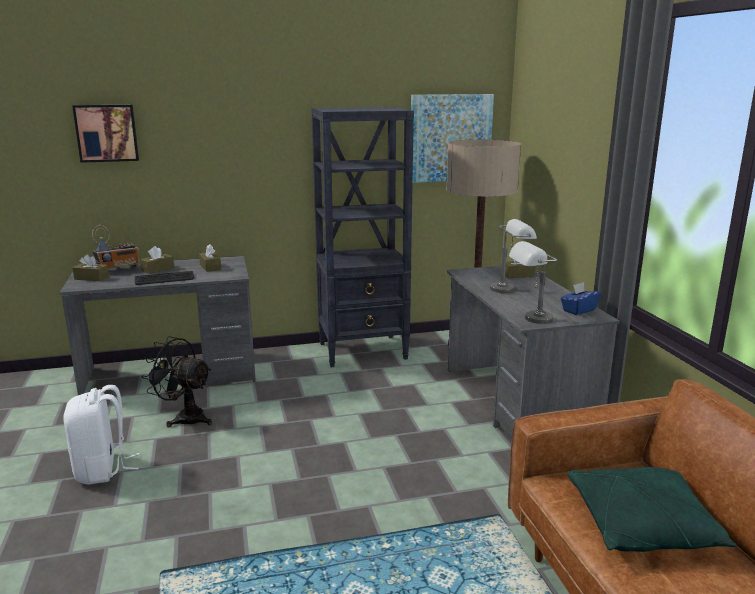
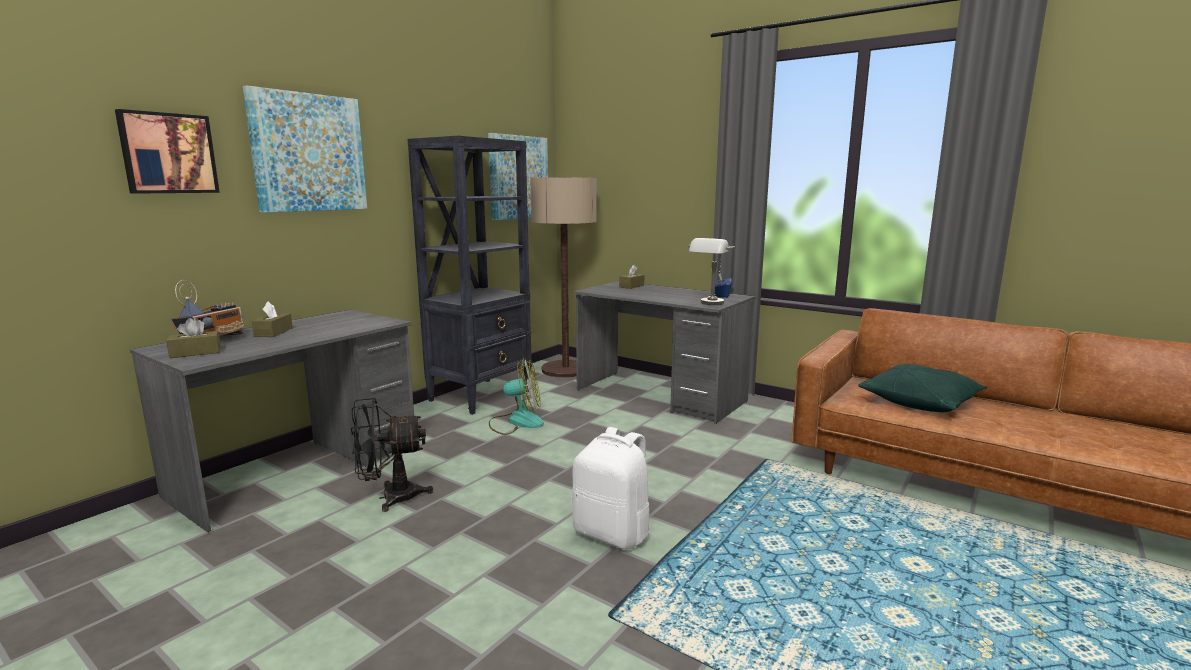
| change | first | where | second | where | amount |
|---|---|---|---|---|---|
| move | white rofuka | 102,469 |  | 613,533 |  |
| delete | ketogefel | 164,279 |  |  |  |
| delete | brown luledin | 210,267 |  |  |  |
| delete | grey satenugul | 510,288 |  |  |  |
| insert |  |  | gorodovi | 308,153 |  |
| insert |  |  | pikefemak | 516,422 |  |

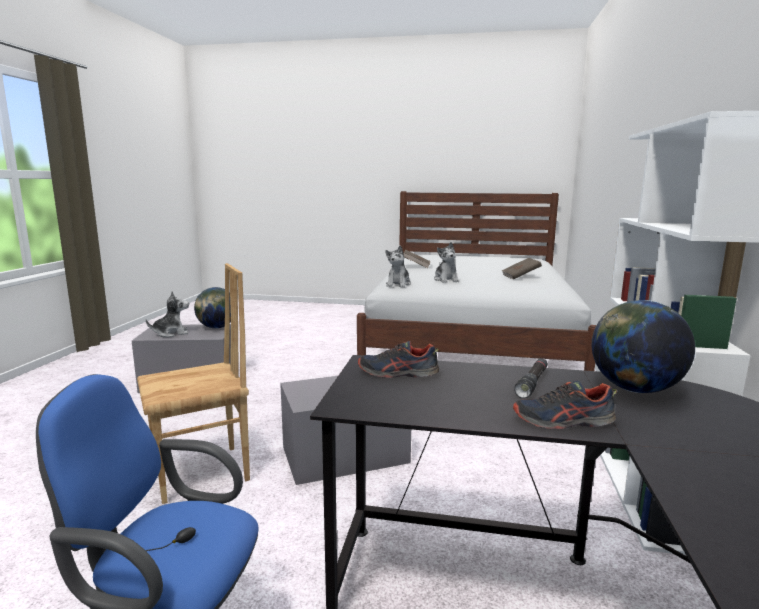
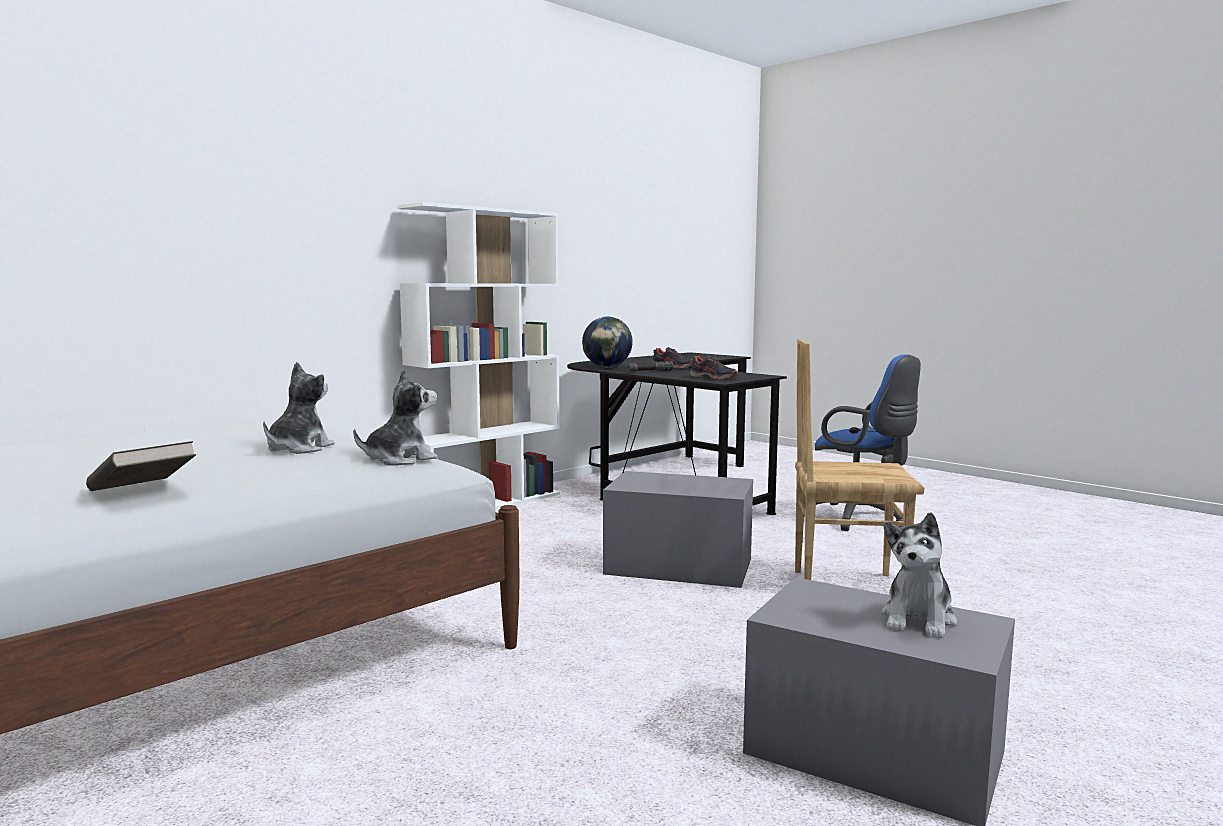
| change | first | where | second | where | amount |
|---|---|---|---|---|---|
| rotate | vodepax | 171,333 |  | 918,619 | 75 degrees counterclockwise |
| delete | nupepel | 217,327 |  |  |  |
| delete | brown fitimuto | 520,277 |  |  |  |

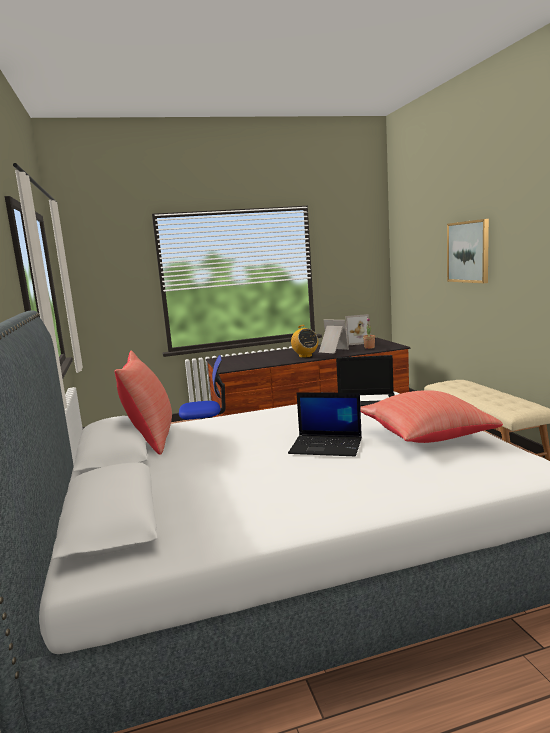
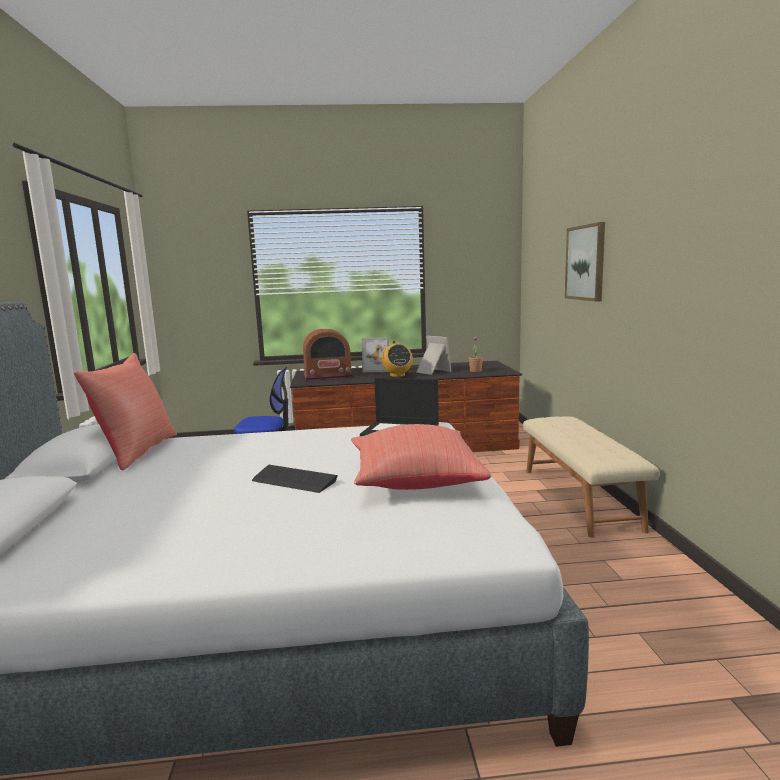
| change | first | where | second | where | amount |
|---|---|---|---|---|---|
| replace | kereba | 327,446 | ketogefel | 294,480 |  |
| move | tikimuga | 356,342 |  | 377,369 |  |
| insert |  |  | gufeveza | 327,375 |  |

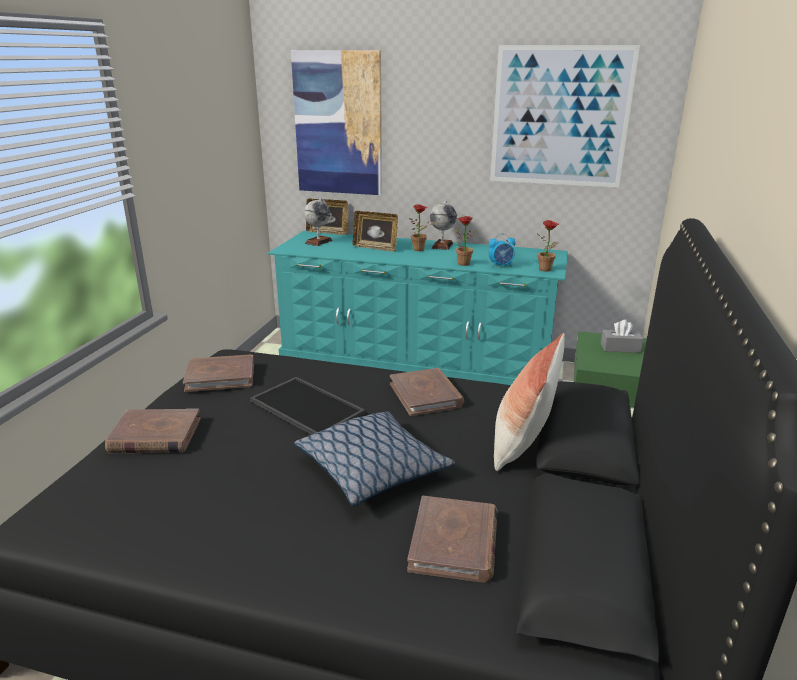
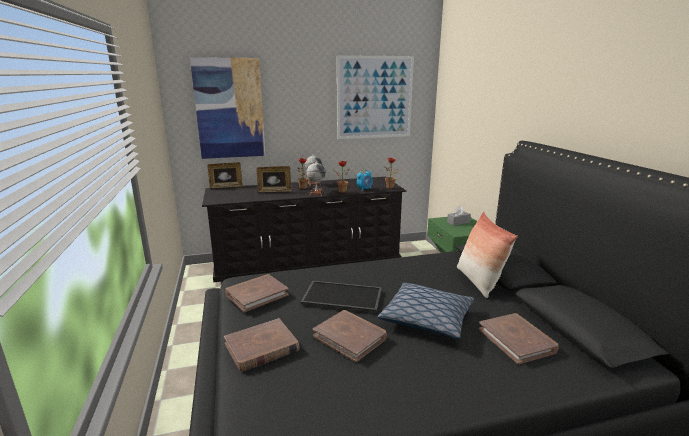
| change | first | where | second | where | amount |
|---|---|---|---|---|---|
| recolor | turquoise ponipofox | 416,362 | black ponipofox | 307,264 |  |
| move | nupepel | 318,242 |  | 316,193 |  |
| move | brown fitimuto | 426,395 |  | 350,337 |  |

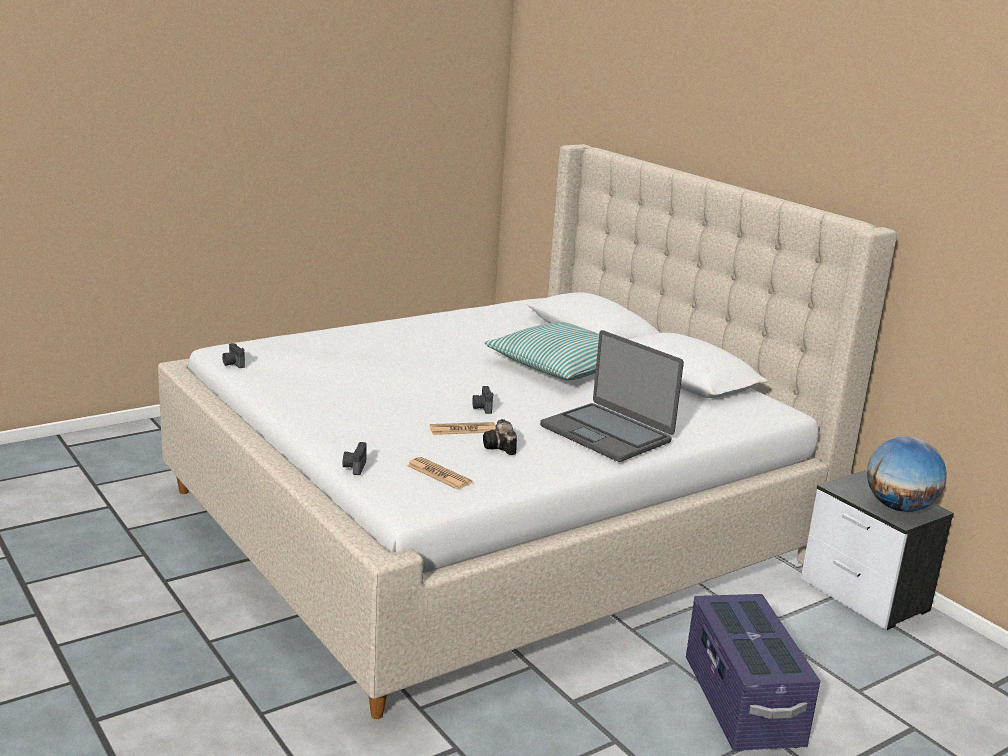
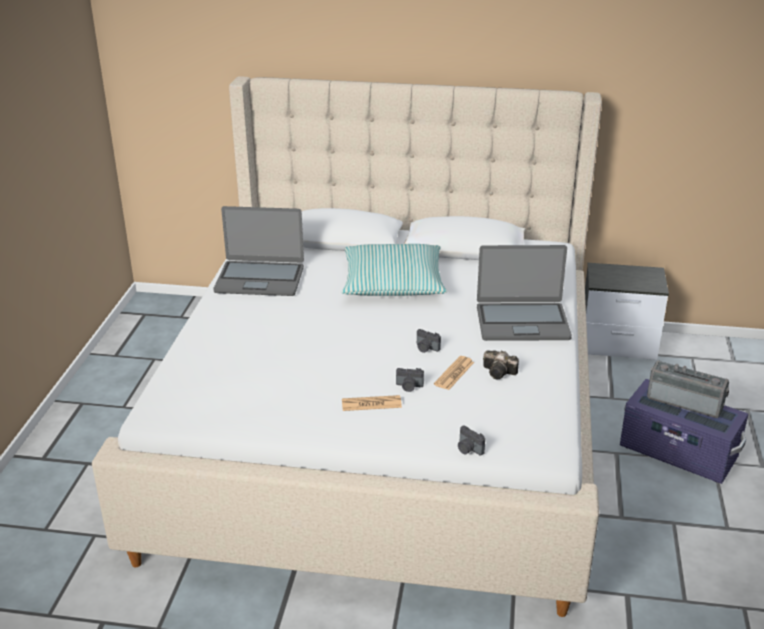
| change | first | where | second | where | amount |
|---|---|---|---|---|---|
| move | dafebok | 233,364 |  | 409,386 |  |
| move | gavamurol | 439,474 |  | 371,404 |  |
| delete | nupepel | 898,507 |  |  |  |
| insert |  |  | kereba | 260,279 |  |
| insert |  |  | gufeveza | 685,401 |  |

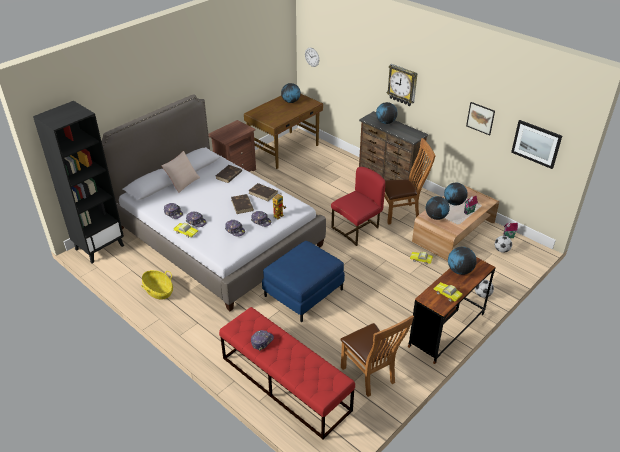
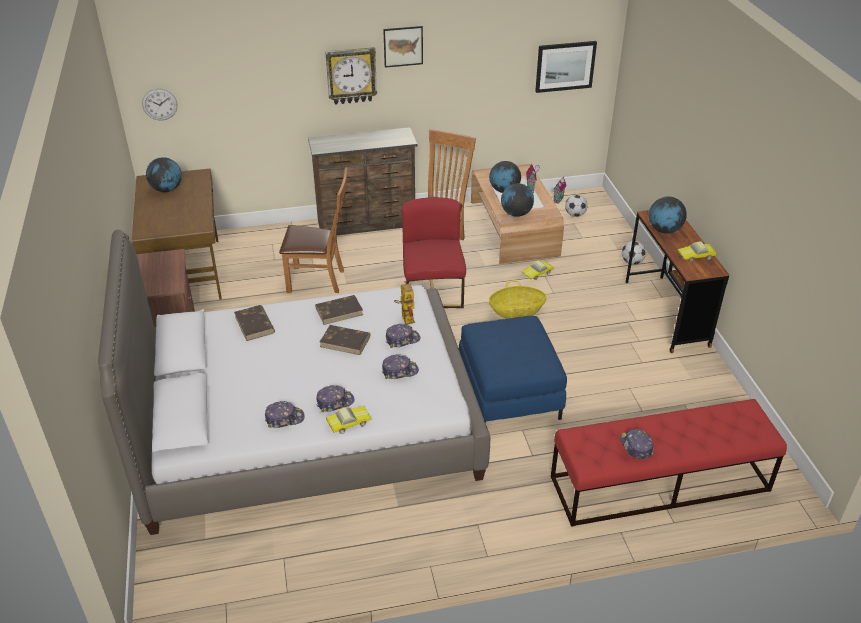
| change | first | where | second | where | amount |
|---|---|---|---|---|---|
| delete | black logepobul | 99,247 |  |  |  |
| move | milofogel | 159,291 |  | 516,311 |  |
| delete | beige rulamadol | 182,182 |  |  |  |
| move | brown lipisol | 370,376 |  | 320,280 |  |
| delete | nupepel | 385,122 |  |  |  |
| move | gorodovi | 480,118 |  | 403,46 |  |

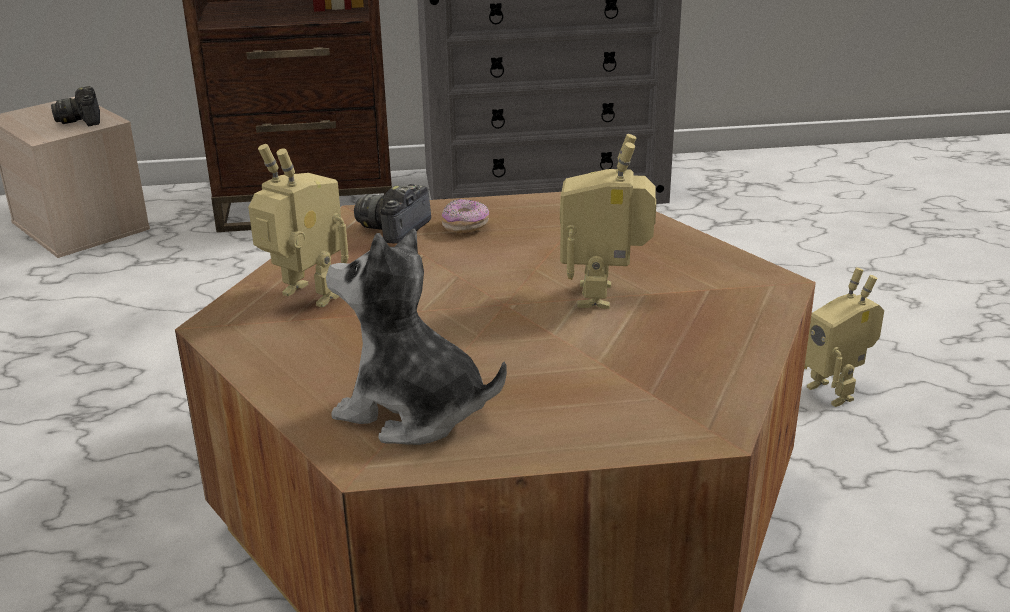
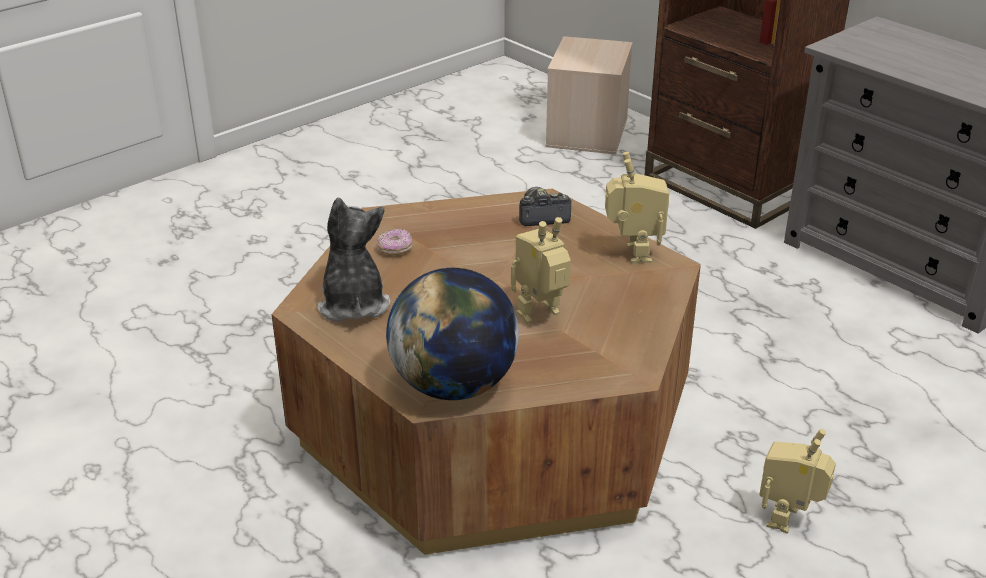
| change | first | where | second | where | amount |
|---|---|---|---|---|---|
| delete | dafebok | 82,120 |  |  |  |
| move | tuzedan | 305,299 |  | 632,254 |  |
| move | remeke | 465,227 |  | 395,250 |  |
| insert |  |  | nupepel | 454,385 |  |

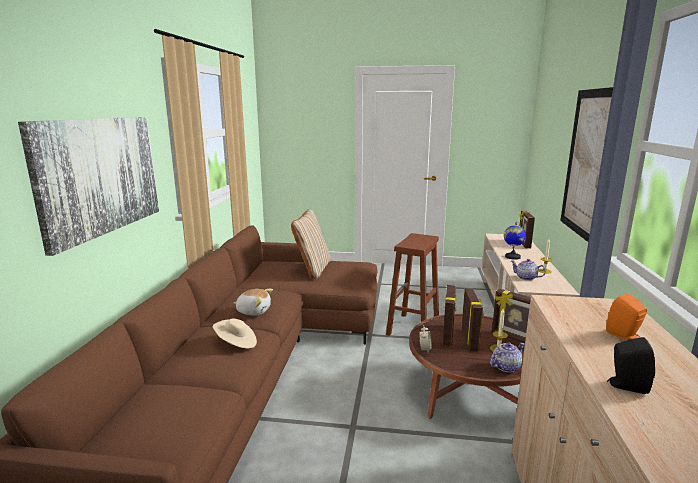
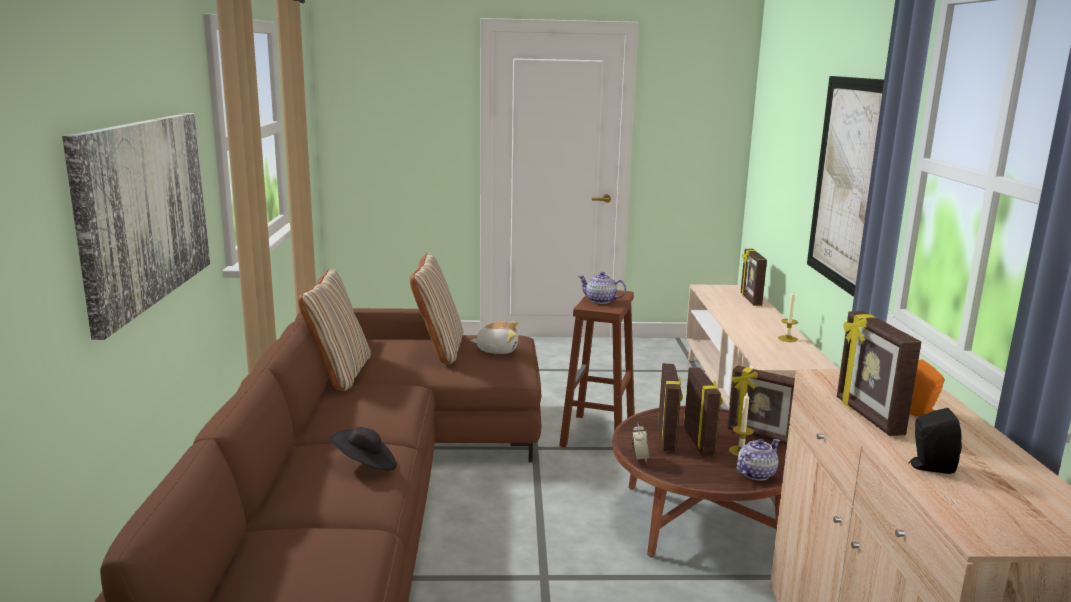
| change | first | where | second | where | amount |
|---|---|---|---|---|---|
| recolor | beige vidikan | 236,344 | black vidikan | 365,465 |  |
| move | vodepax | 254,311 |  | 497,350 |  |
| delete | nupepel | 512,257 |  |  |  |
| move | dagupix | 526,278 |  | 601,301 |  |
| insert |  |  | beige rulamadol | 339,373 |  |
| insert |  |  | tikimuga | 867,416 |  |

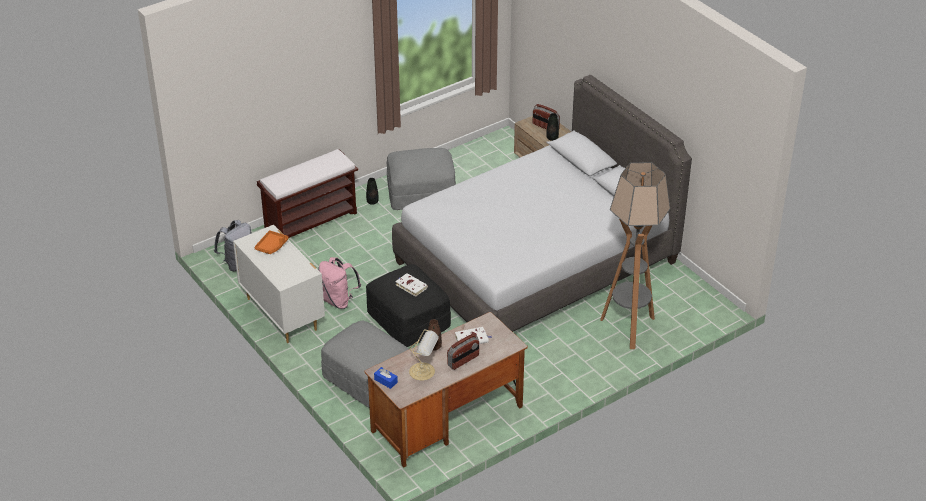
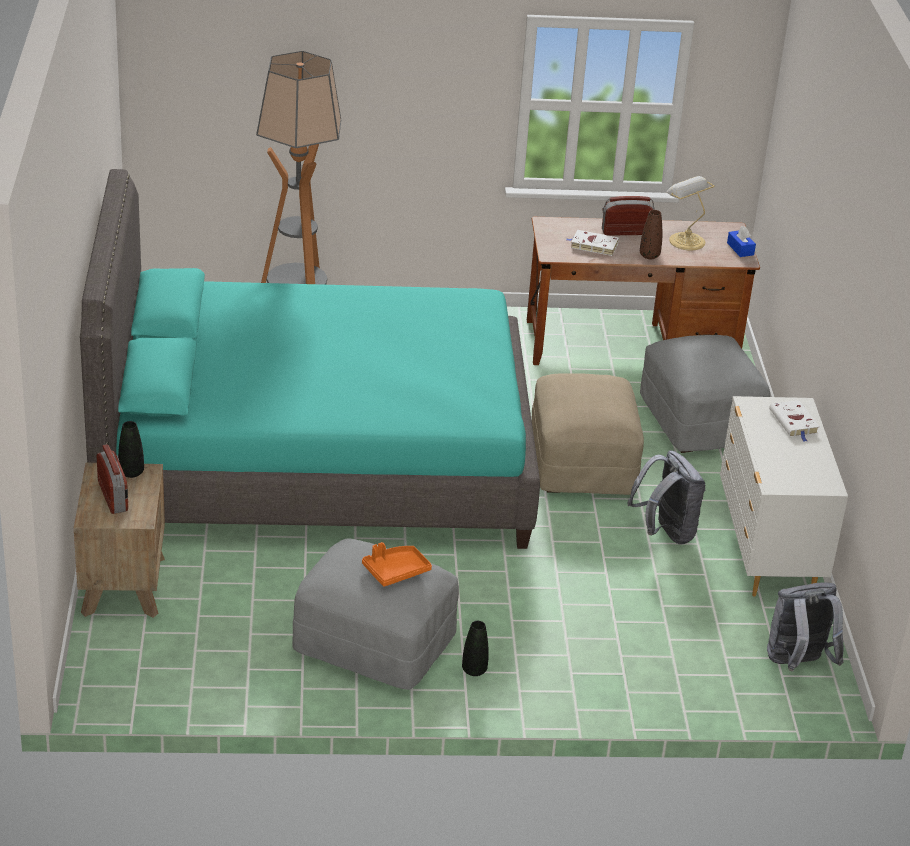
| change | first | where | second | where | amount |
|---|---|---|---|---|---|
| move | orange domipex | 272,246 |  | 395,571 |  |
| delete | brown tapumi | 311,220 |  |  |  |
| recolor | pink rofuka | 338,301 | grey rofuka | 665,533 |  |
| recolor | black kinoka | 409,321 | beige kinoka | 581,463 |  |
| recolor | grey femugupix | 536,262 | turquoise femugupix | 314,458 |  |
| move | white fitimuto | 410,286 |  | 794,423 |  |

